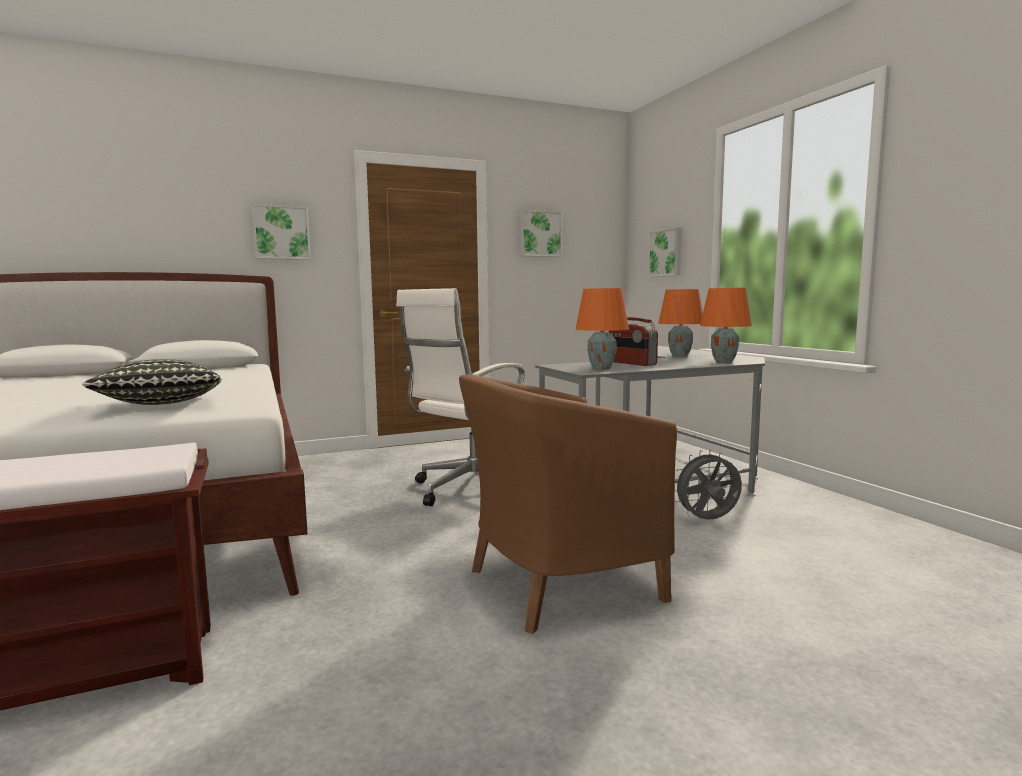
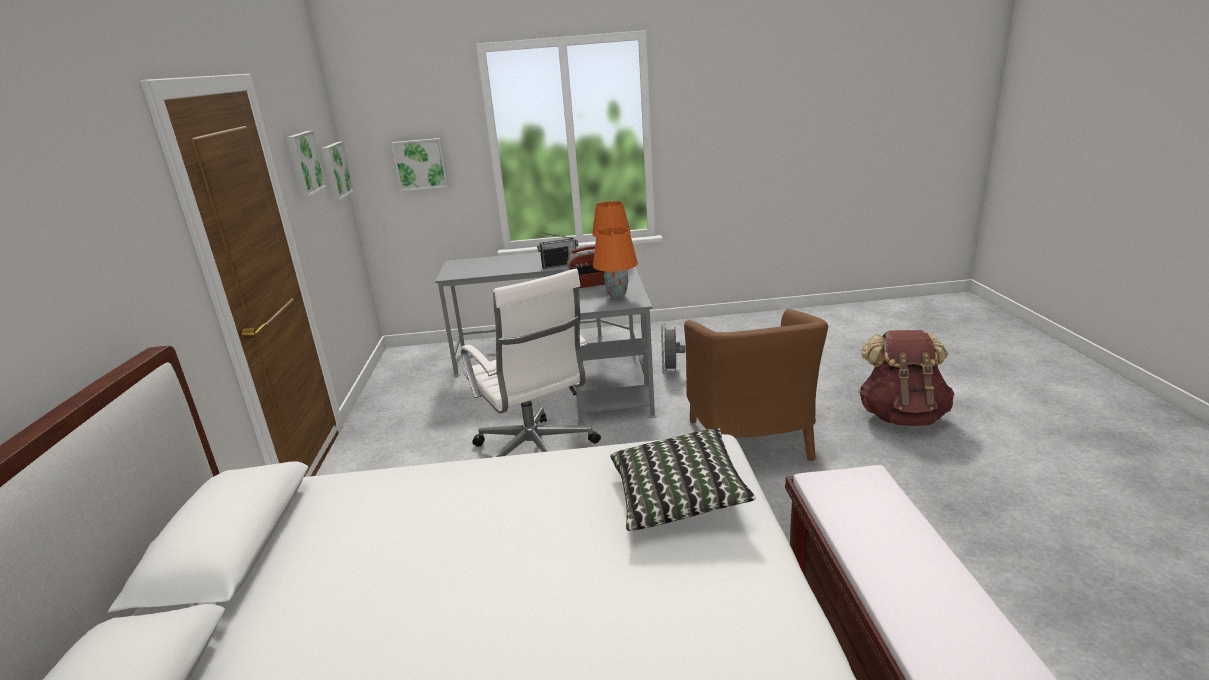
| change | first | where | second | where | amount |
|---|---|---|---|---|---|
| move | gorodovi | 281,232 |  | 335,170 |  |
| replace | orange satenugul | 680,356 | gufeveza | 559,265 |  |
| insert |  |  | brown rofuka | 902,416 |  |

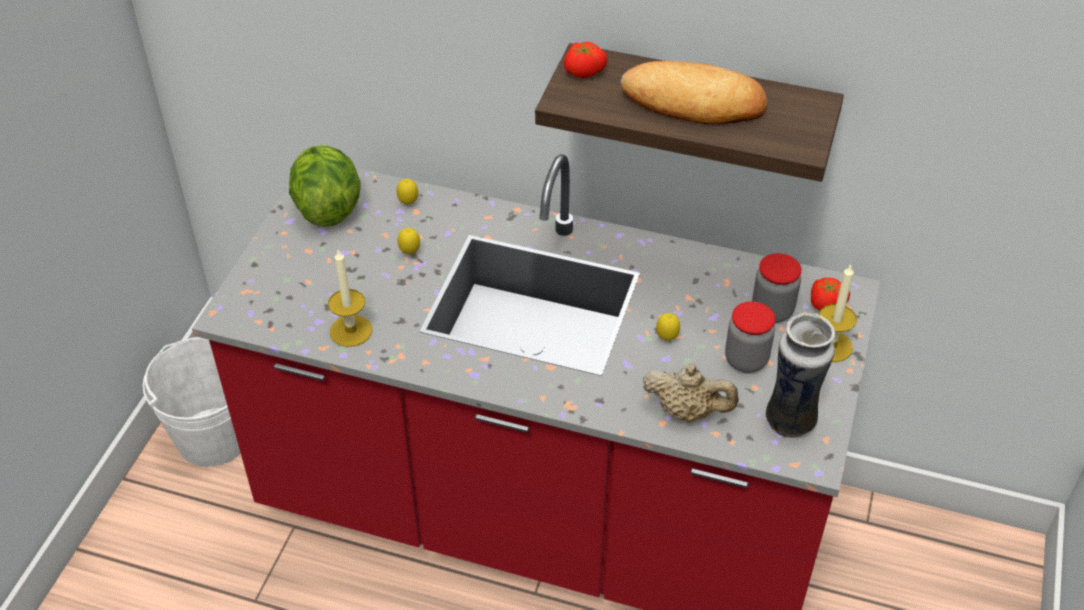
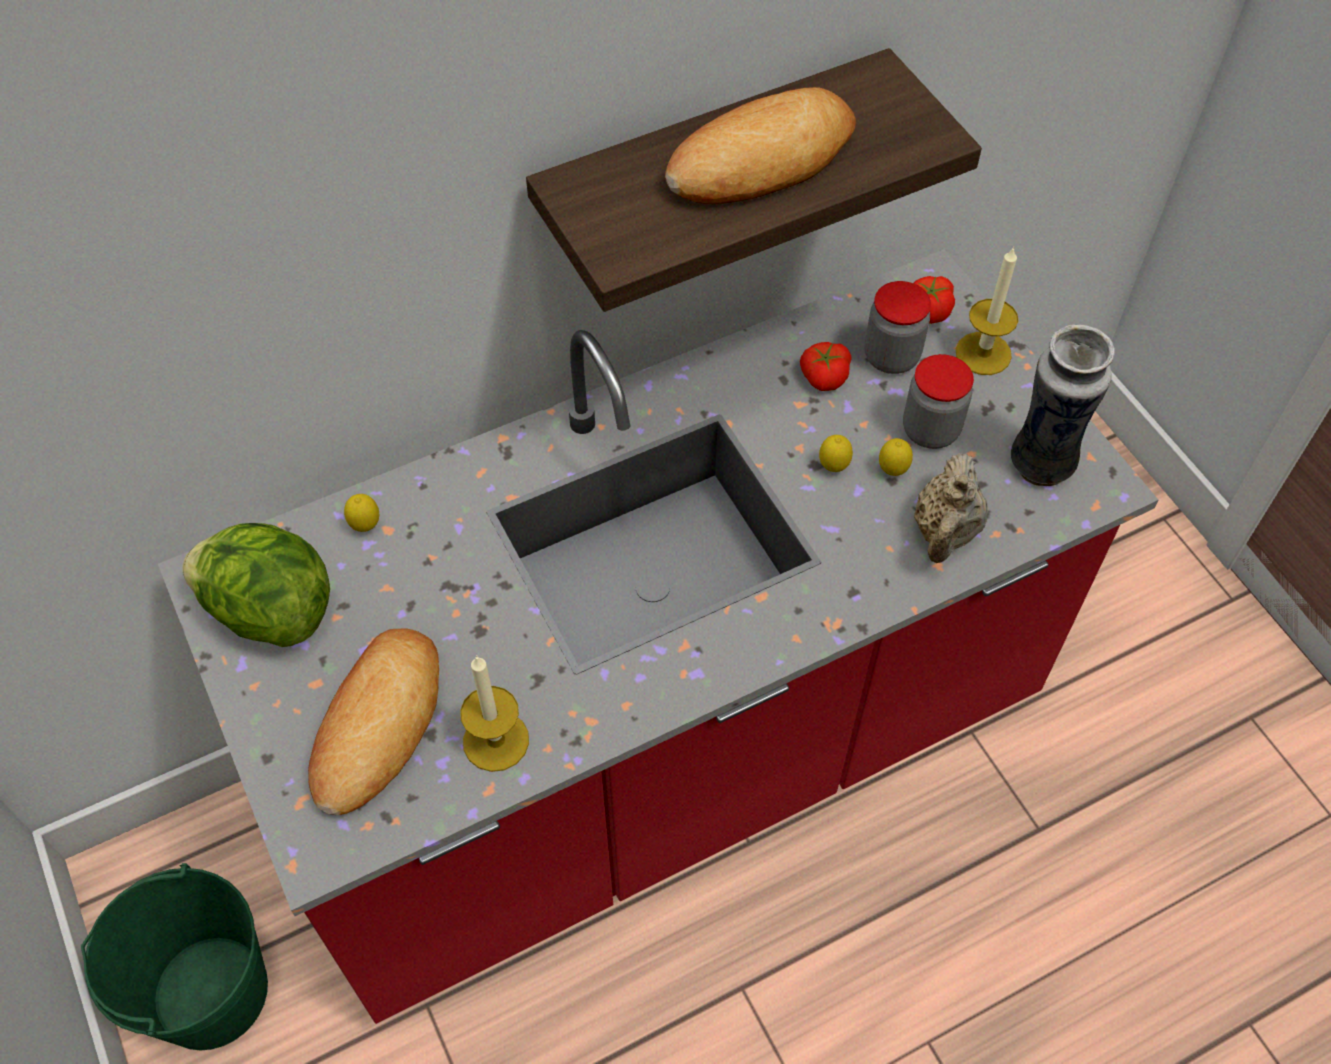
| change | first | where | second | where | amount |
|---|---|---|---|---|---|
| recolor | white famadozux | 214,437 | green famadozux | 210,992 |  |
| move | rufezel | 410,252 |  | 892,471 |  |
| move | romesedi | 583,70 |  | 823,376 |  |
| rotate | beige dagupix | 687,411 |  | 945,532 | 135 degrees clockwise |
| insert |  |  | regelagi | 377,724 |  |

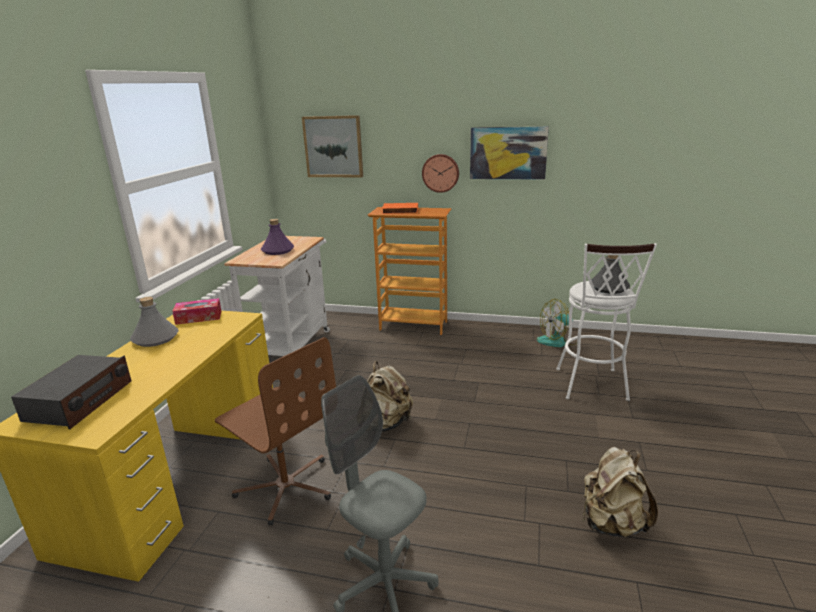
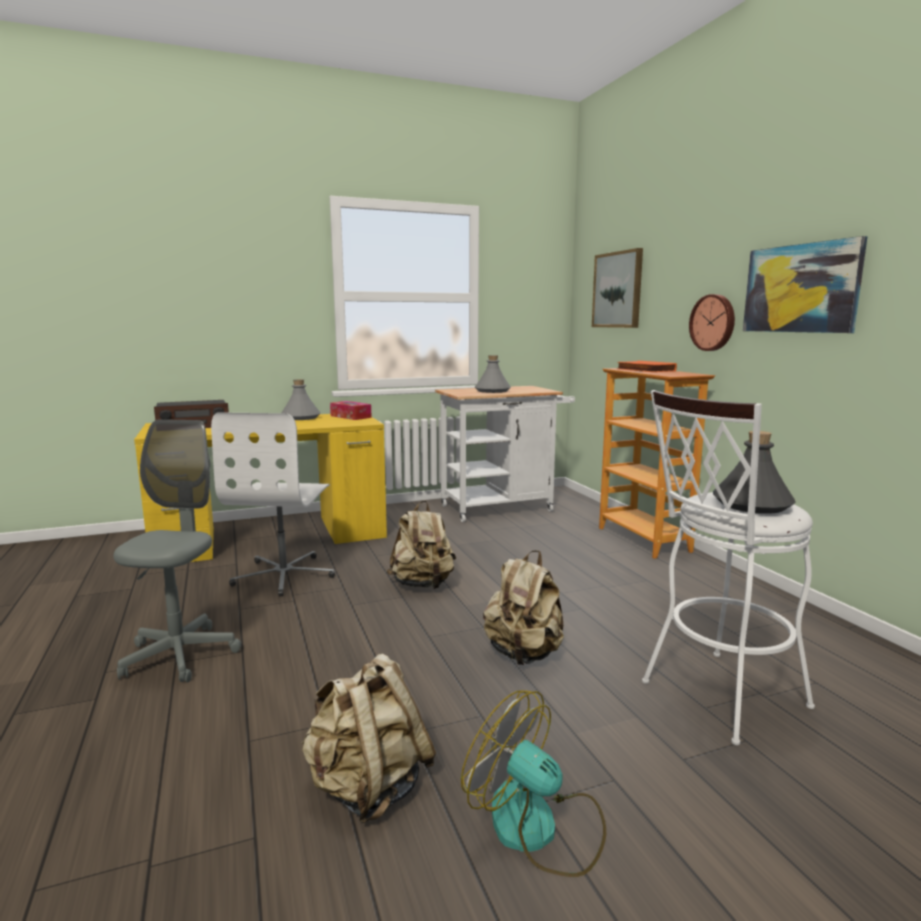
| change | first | where | second | where | amount |
|---|---|---|---|---|---|
| recolor | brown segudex | 286,486 | white segudex | 285,575 |  |
| recolor | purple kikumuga | 277,251 | grey kikumuga | 492,391 |  |
| move | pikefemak | 558,341 |  | 538,828 |  |
| insert |  |  | beige rofuka | 524,654 |  |

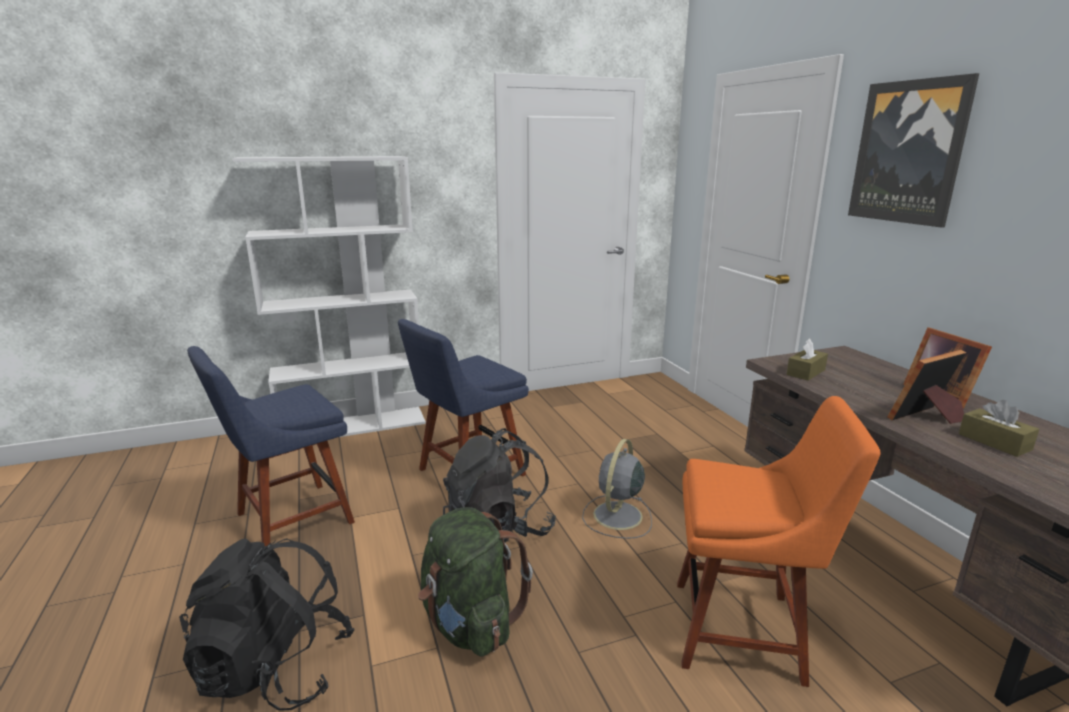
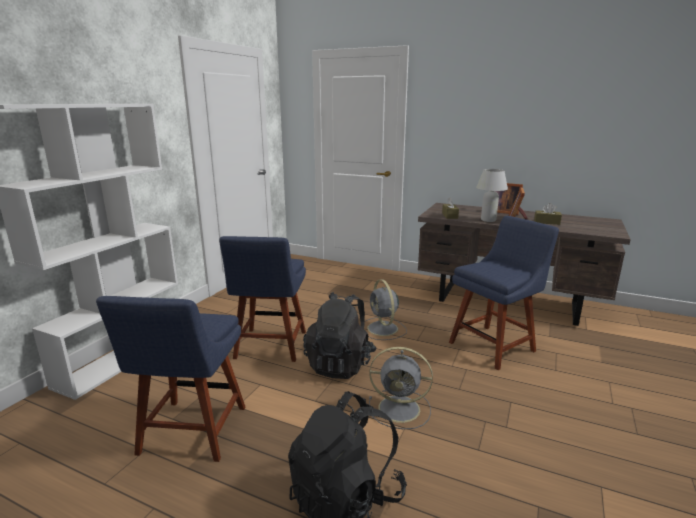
| change | first | where | second | where | amount |
|---|---|---|---|---|---|
| replace | green rofuka | 470,624 | grey pikefemak | 401,409 |  |
| recolor | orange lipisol | 745,631 | blue lipisol | 494,345 |  |
| delete | gorodovi | 908,152 |  |  |  |
| insert |  |  | white satenugul | 488,220 |  |

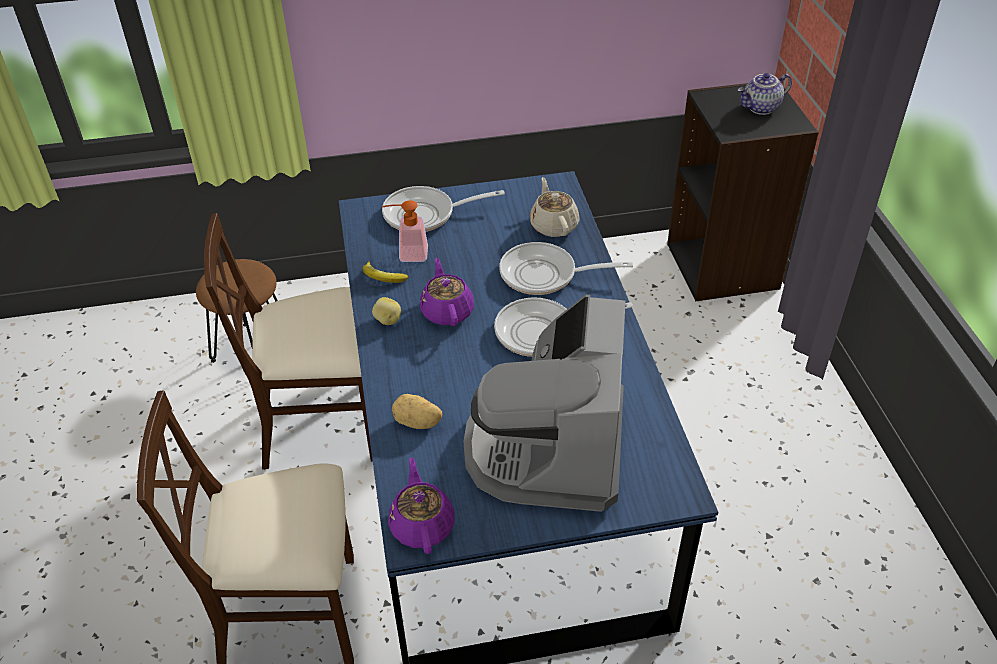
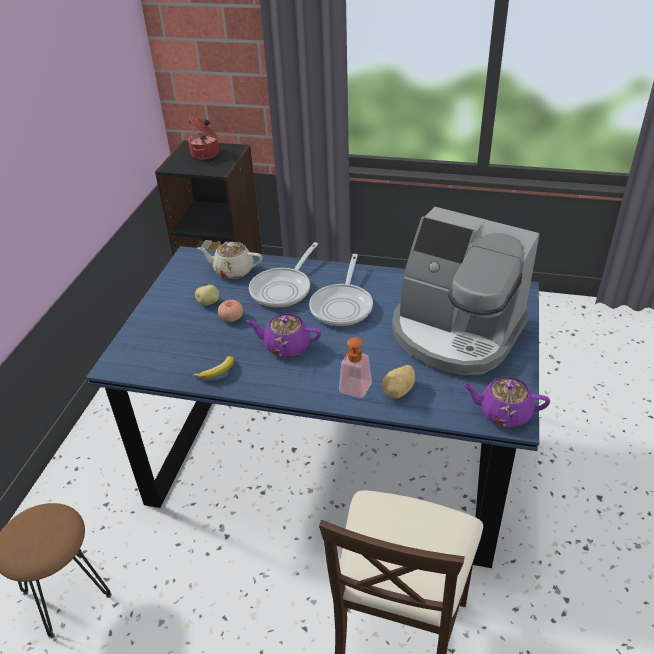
| change | first | where | second | where | amount |
|---|---|---|---|---|---|
| delete | beige lipisol | 321,425 |  |  |  |
| move | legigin | 387,320 |  | 209,302 |  |
| delete | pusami | 425,214 |  |  |  |
| move | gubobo | 407,254 |  | 353,392 |  |
| replace | dagupix | 761,108 | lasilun | 206,154 |  |
| insert |  |  | romesedi | 231,317 |  |

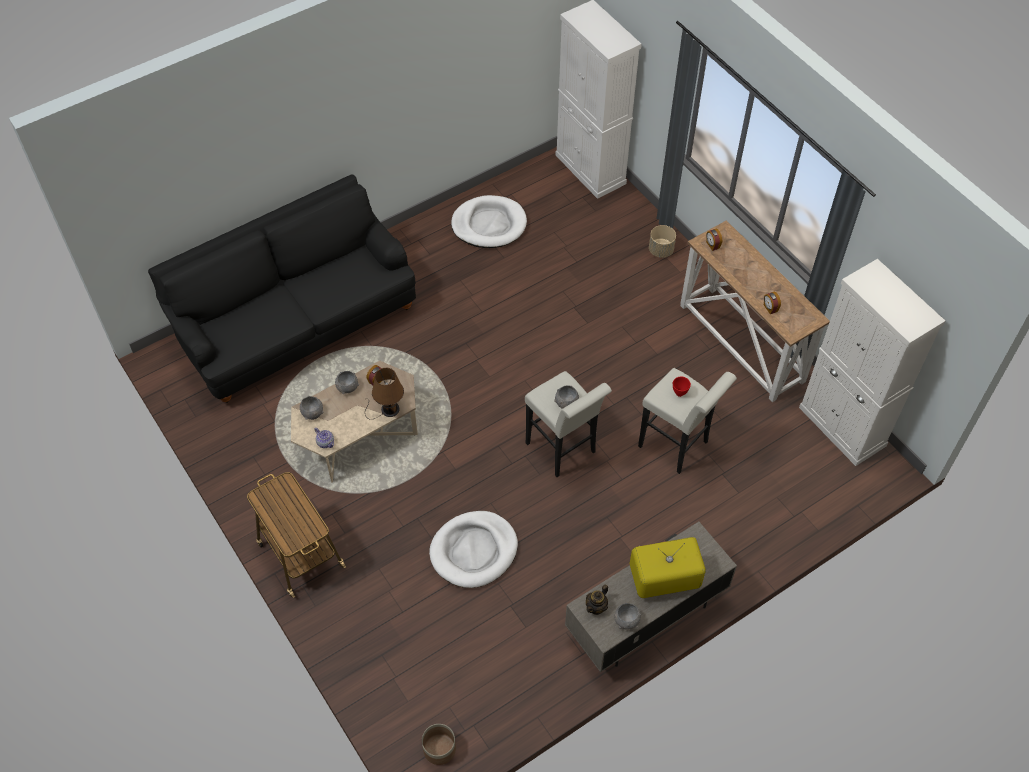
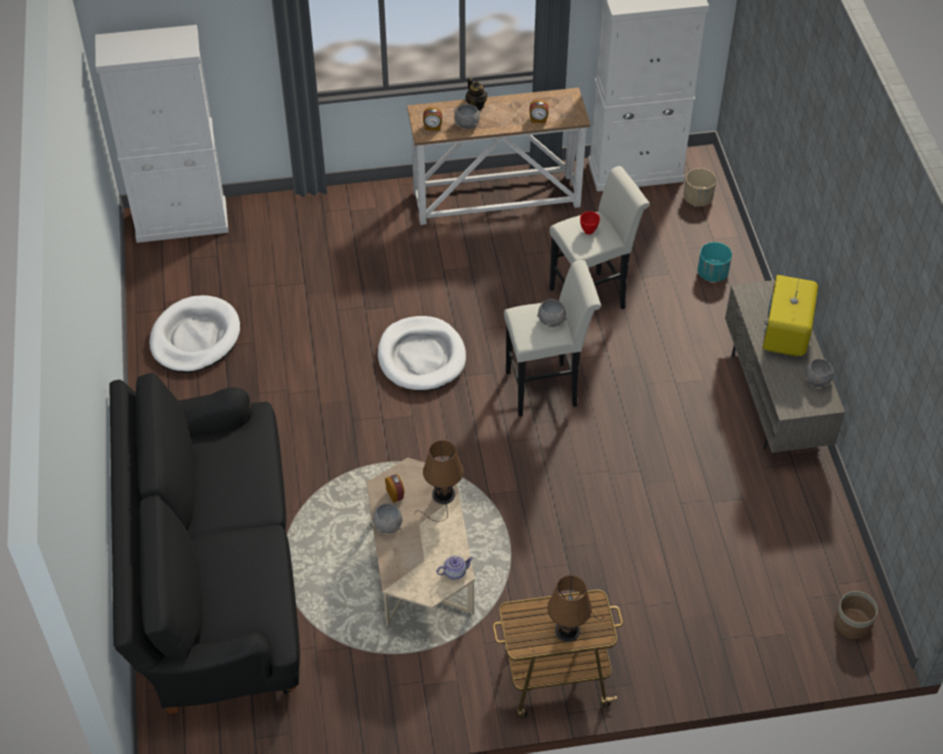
| change | first | where | second | where | amount |
|---|---|---|---|---|---|
| move | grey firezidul | 312,413 |  | 466,124 |  |
| move | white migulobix | 474,551 |  | 421,357 |  |
| move | dagupix | 596,607 |  | 476,105 |  |
| move | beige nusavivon | 661,250 |  | 698,199 |  |
| insert |  |  | brown satenugul | 569,628 |  |
| insert |  |  | turquoise nusavivon | 712,273 |  |

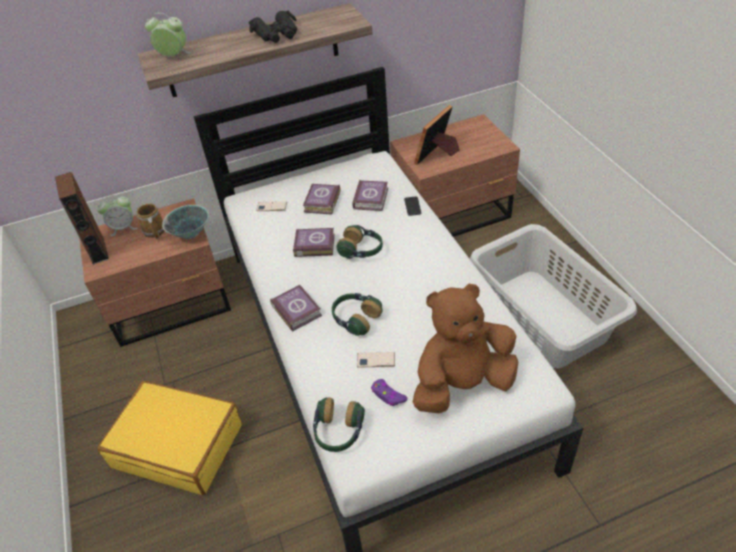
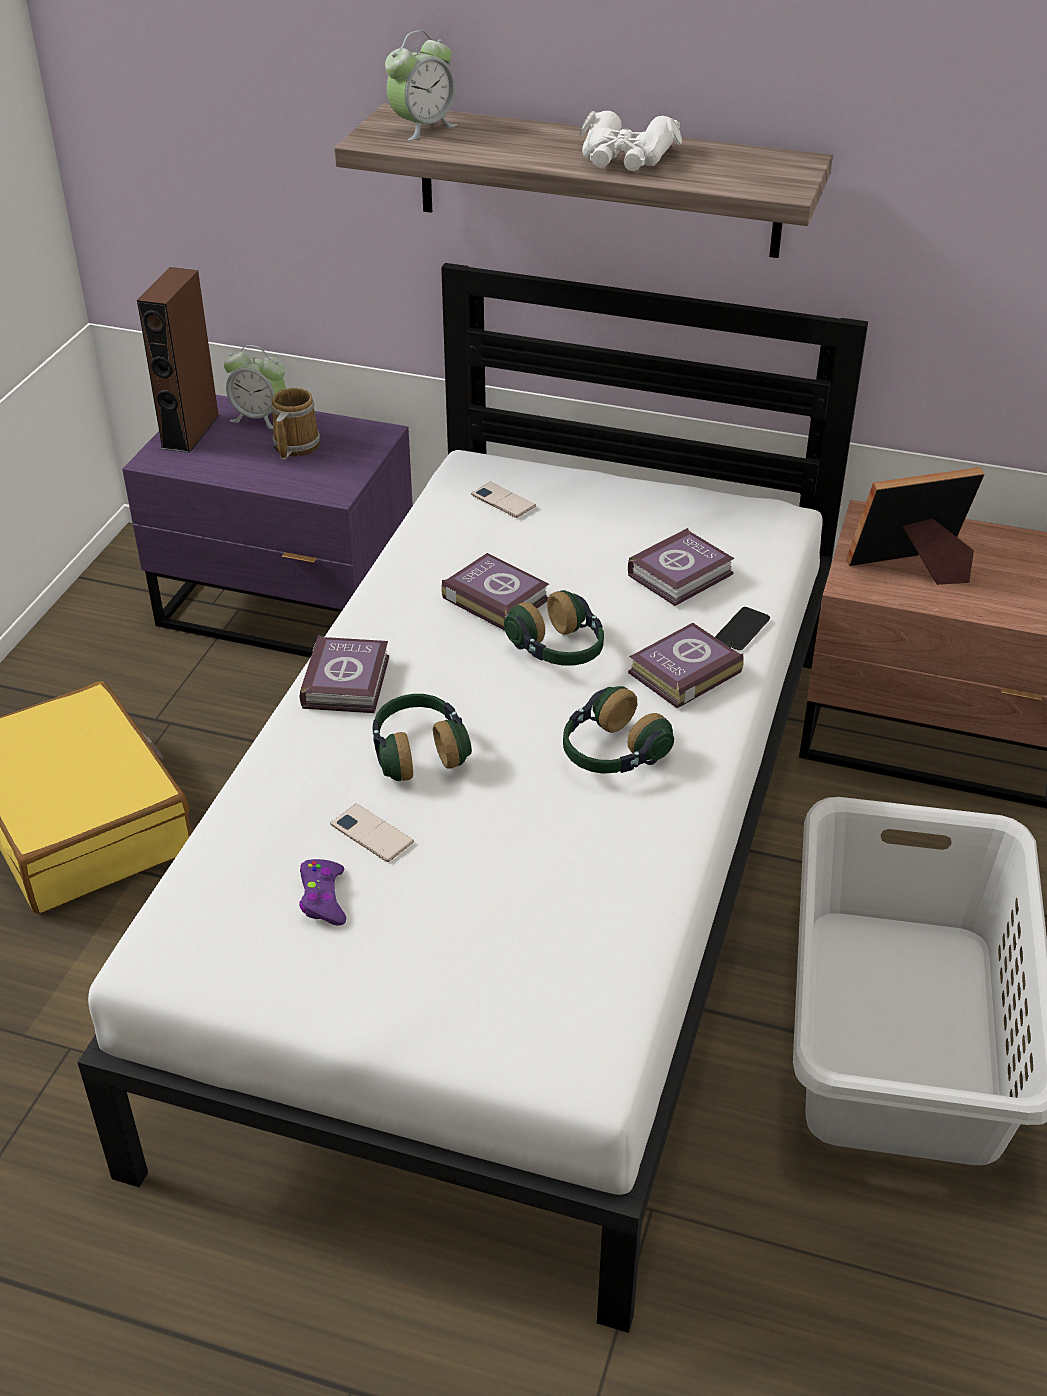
| change | first | where | second | where | amount |
|---|---|---|---|---|---|
| recolor | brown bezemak | 173,305 | purple bezemak | 289,609 |  |
| rotate | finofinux | 173,57 |  | 422,128 | 90 degrees clockwise |
| delete | firezidul | 191,233 |  |  |  |
| recolor | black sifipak | 277,34 | white sifipak | 626,157 |  |
| move | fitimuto | 321,202 |  | 681,672 |  |
| move | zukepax | 338,432 |  | 611,754 |  |
| delete | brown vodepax | 462,384 |  |  |  |

